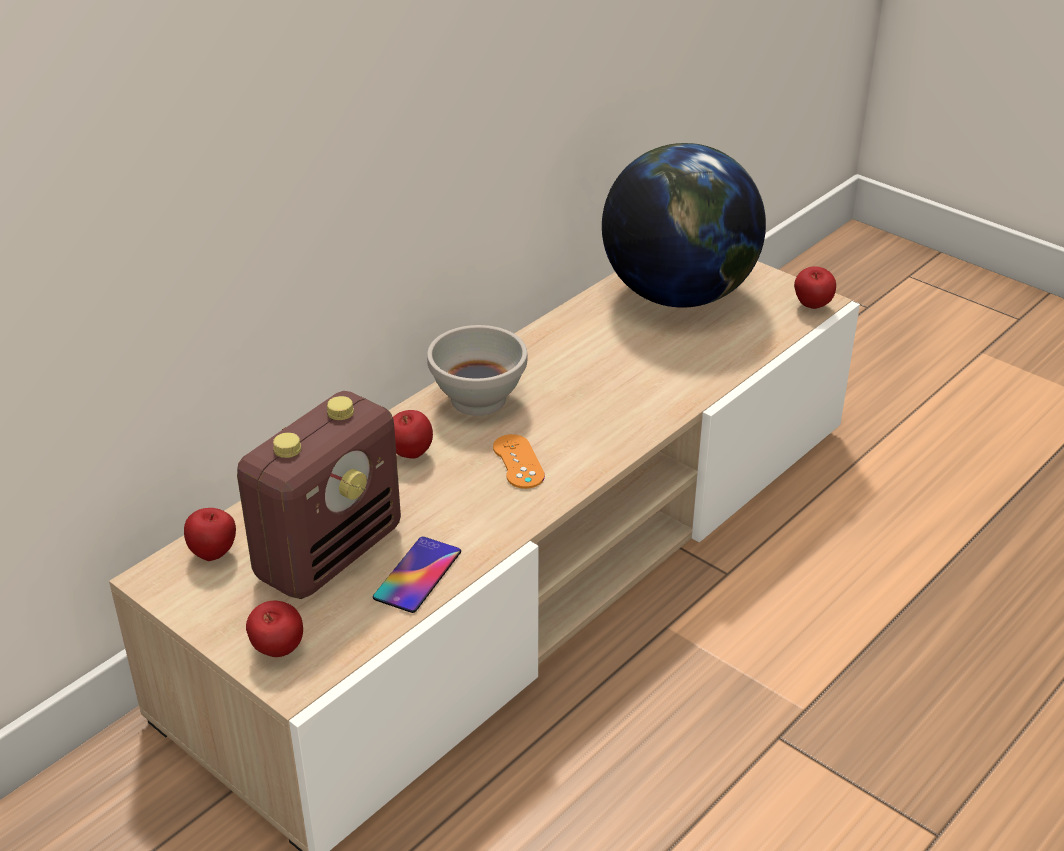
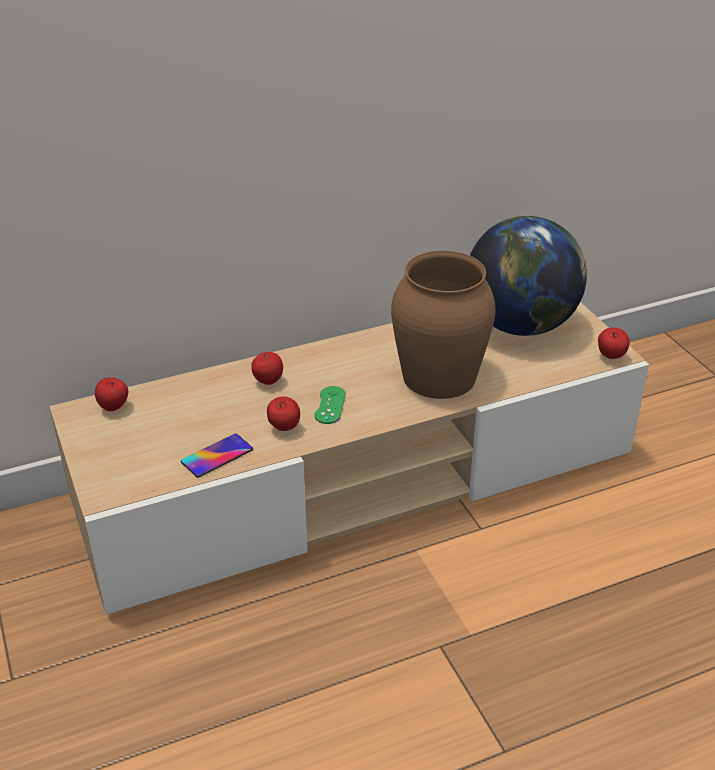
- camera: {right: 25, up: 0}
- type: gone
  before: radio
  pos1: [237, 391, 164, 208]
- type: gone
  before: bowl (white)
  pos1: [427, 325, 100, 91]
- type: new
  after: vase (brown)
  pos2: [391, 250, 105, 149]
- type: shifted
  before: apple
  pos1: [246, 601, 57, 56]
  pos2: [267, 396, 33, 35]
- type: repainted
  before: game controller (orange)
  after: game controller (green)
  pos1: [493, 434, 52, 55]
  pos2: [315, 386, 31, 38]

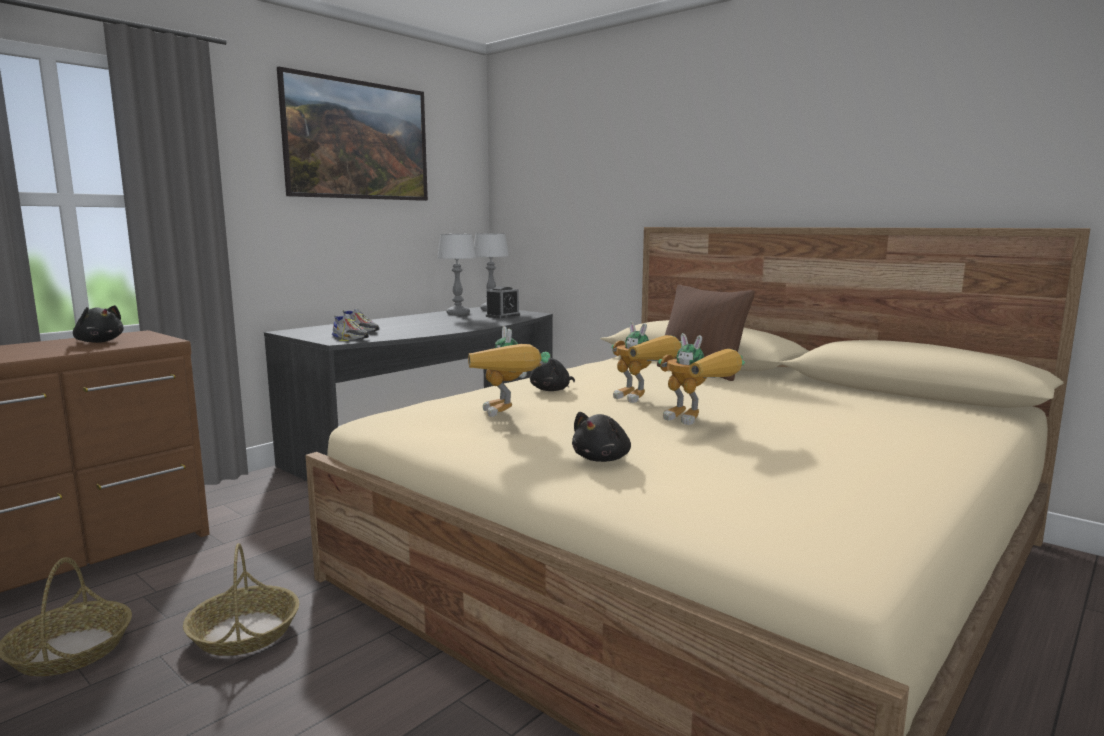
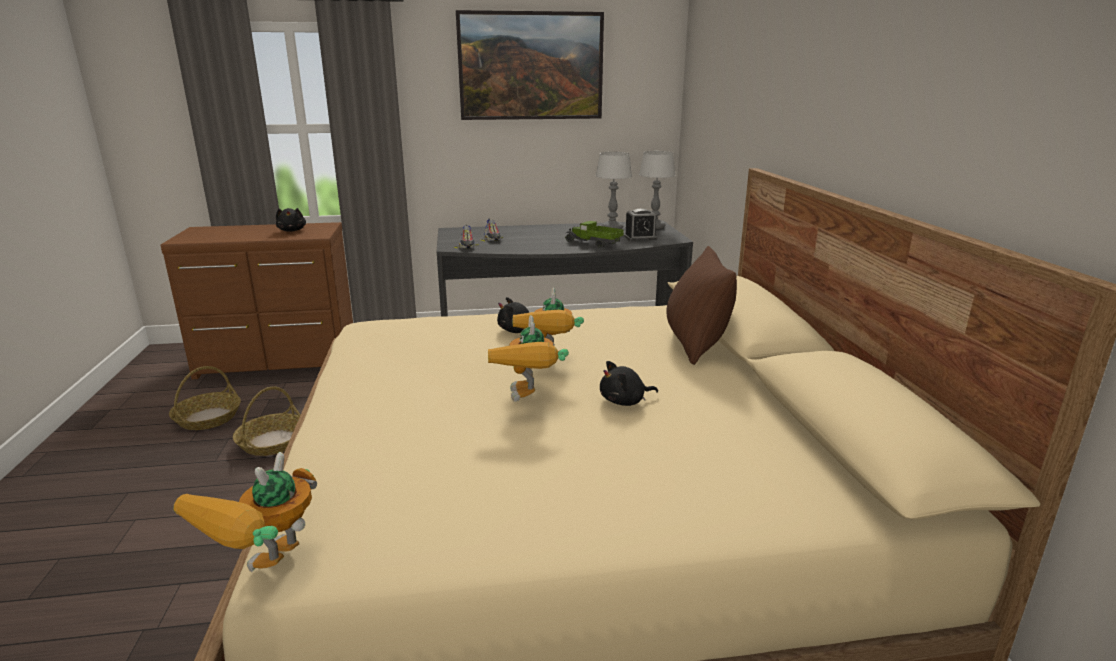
- camera: {right: 40, up: 10}
- type: new
  after: toy truck
  pos2: [566, 221, 58, 28]
- type: shifted
  before: toy robot
  pos1: [468, 326, 82, 91]
  pos2: [174, 452, 143, 120]
- type: shifted
  before: plush toy (black)
  pos1: [572, 412, 59, 50]
  pos2: [600, 361, 58, 45]

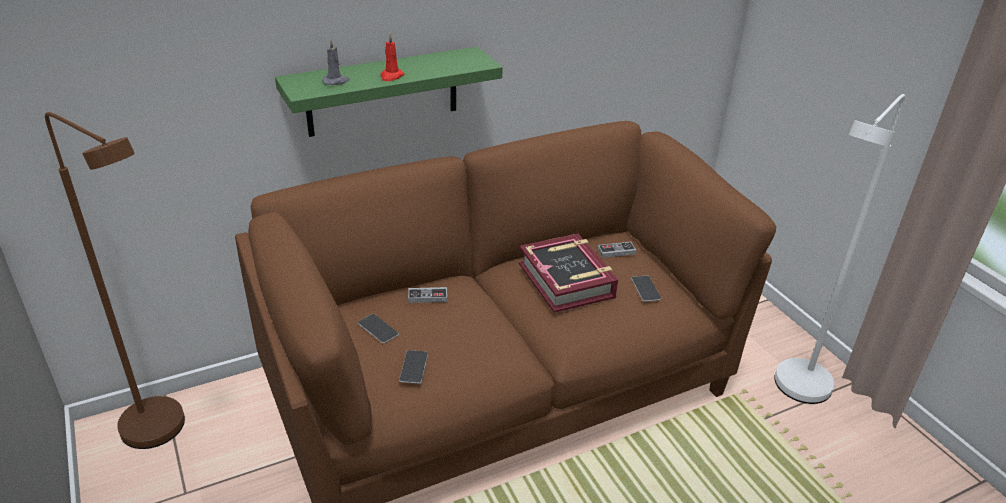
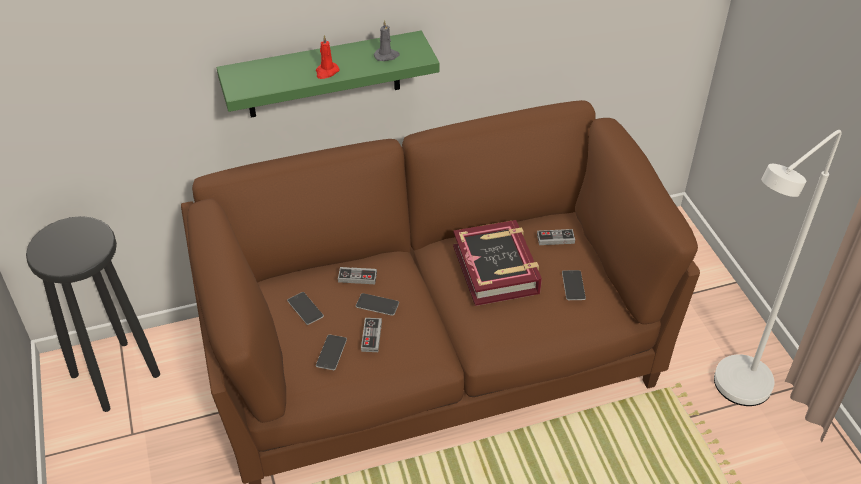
- camera: {right: 10, up: 10}
- type: new
  after: phone
  pos2: [356, 293, 43, 23]
- type: new
  after: game controller
  pos2: [361, 318, 21, 34]
- type: shifted
  before: candle (grey)
  pos1: [322, 39, 28, 46]
  pos2: [374, 20, 26, 41]
- type: swapped
  before: floor lamp (brown)
  after: stool (black)
  pos1: [45, 112, 140, 337]
  pos2: [26, 216, 134, 196]

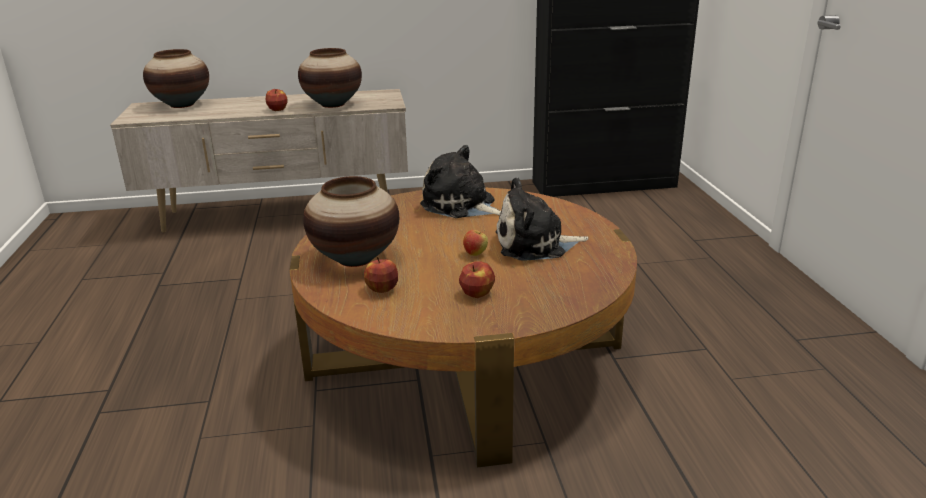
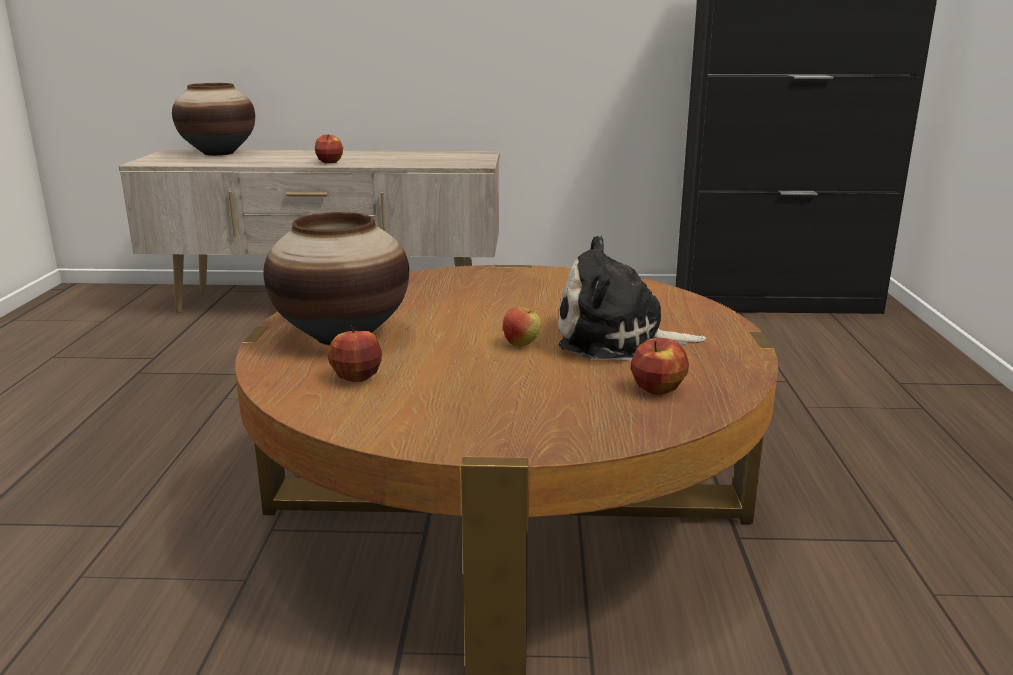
- camera: {right: 10, up: -5}
- type: gone
  before: vase
  pos1: [298, 48, 64, 60]
- type: gone
  before: plush toy
  pos1: [420, 145, 81, 73]
- type: shifted
  before: apple
  pos1: [459, 261, 36, 37]
  pos2: [631, 338, 58, 57]

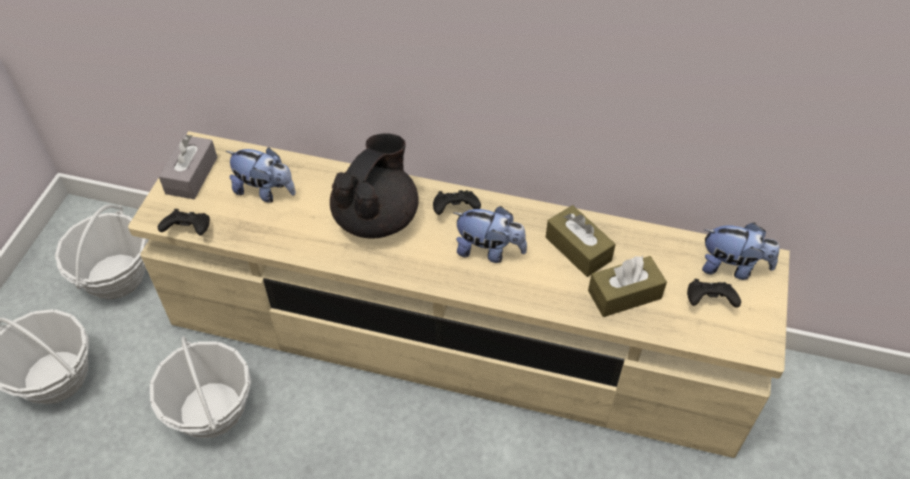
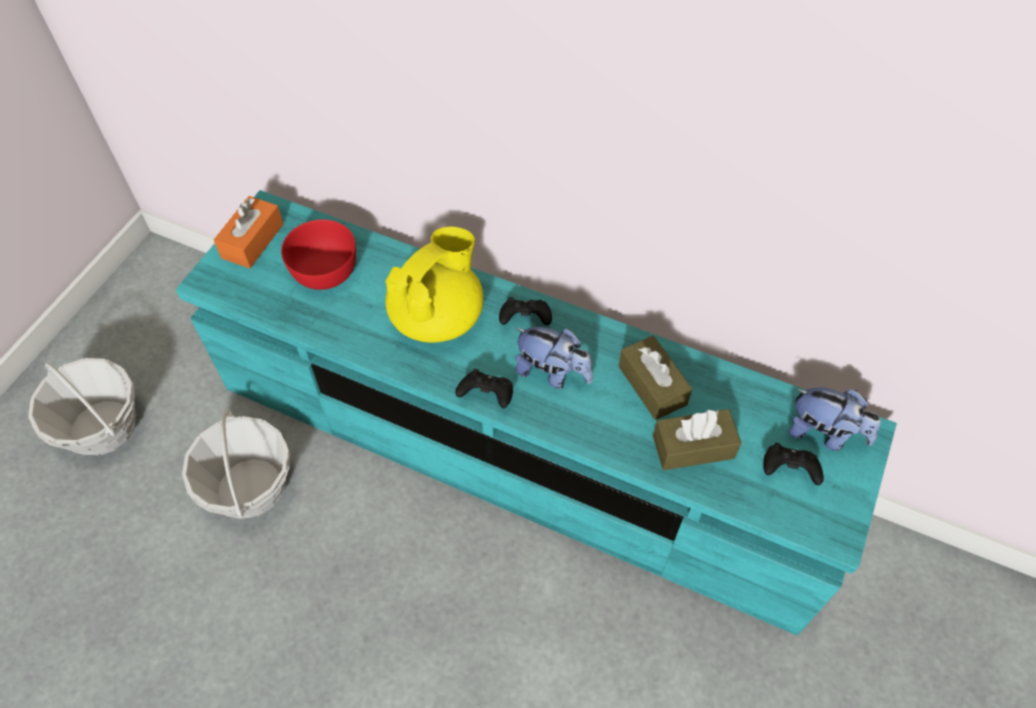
- camera: {right: 10, up: 5}
- type: gone
  before: basket
  pos1: [55, 204, 92, 96]
- type: shifted
  before: game controller (black)
  pos1: [158, 209, 52, 26]
  pos2: [455, 369, 58, 39]
- type: swapped
  before: plush toy
  after: bowl (red)
  pos1: [226, 148, 70, 55]
  pos2: [281, 220, 75, 70]
- type: repainted
  before: tv stand (beige)
  after: tv stand (turquoise)
  pos1: [128, 131, 662, 327]
  pos2: [176, 190, 721, 445]
- type: repainted
  before: tissue box (grey)
  after: tissue box (orange)
  pos1: [159, 135, 58, 64]
  pos2: [214, 196, 69, 73]
- type: repainted
  before: teapot (black)
  after: teapot (yellow)
  pos1: [330, 133, 88, 106]
  pos2: [386, 227, 97, 116]

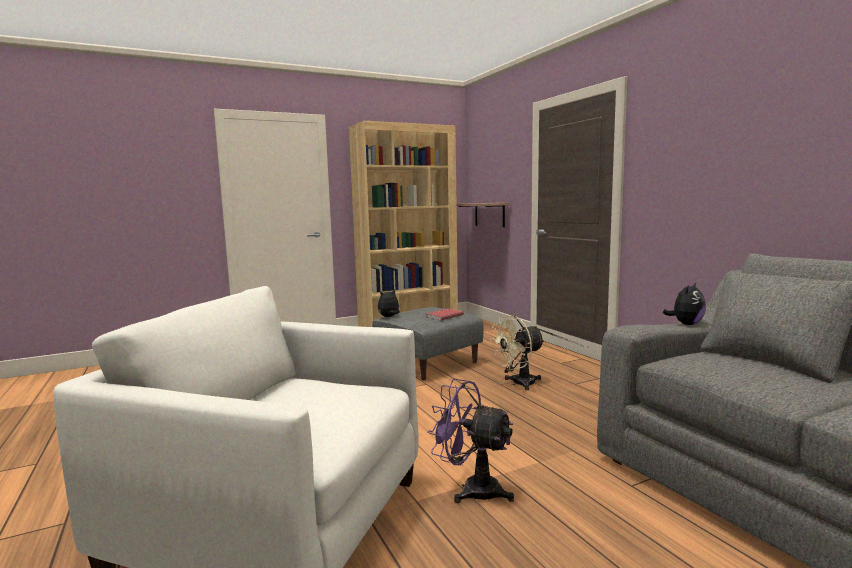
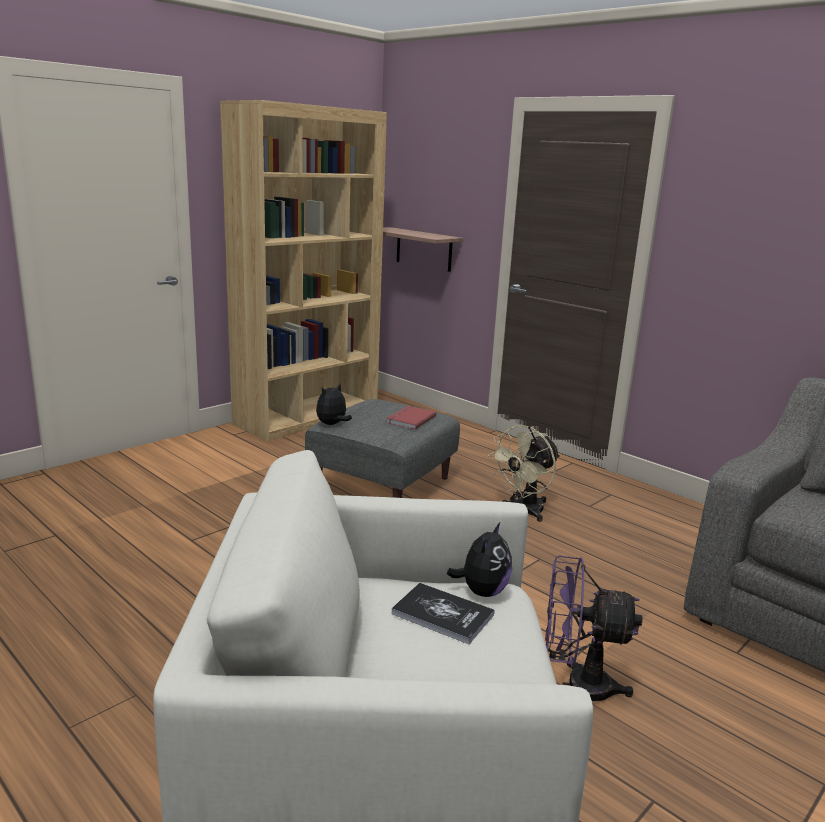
- camera: {right: -20, up: 10}
- type: new
  after: book
  pos2: [391, 583, 103, 61]
- type: shifted
  before: plush toy
  pos1: [663, 283, 43, 42]
  pos2: [447, 522, 65, 75]

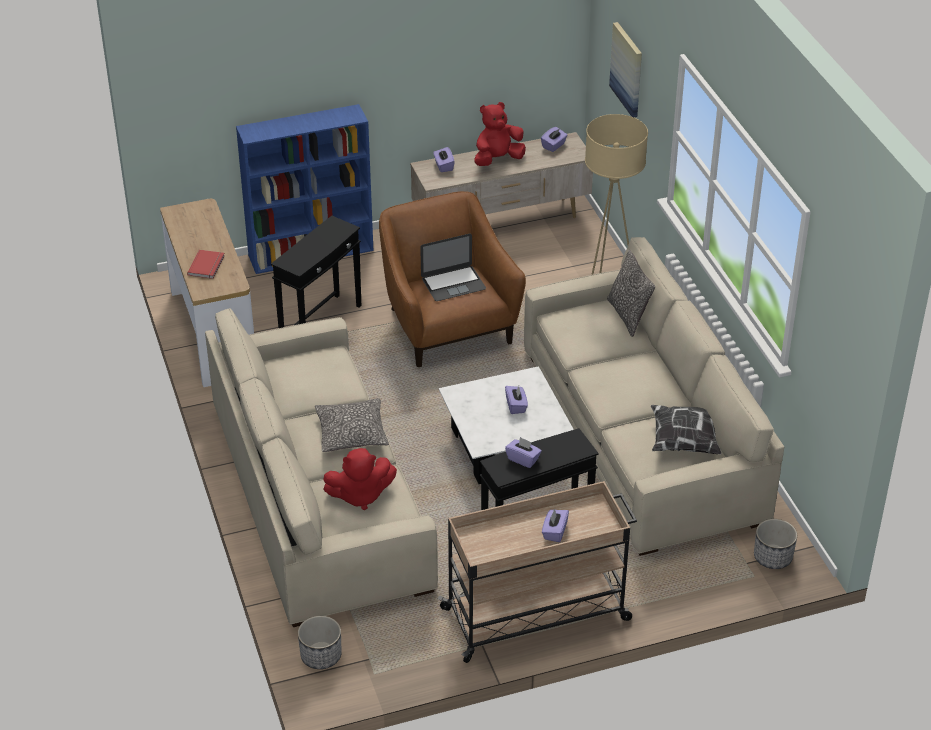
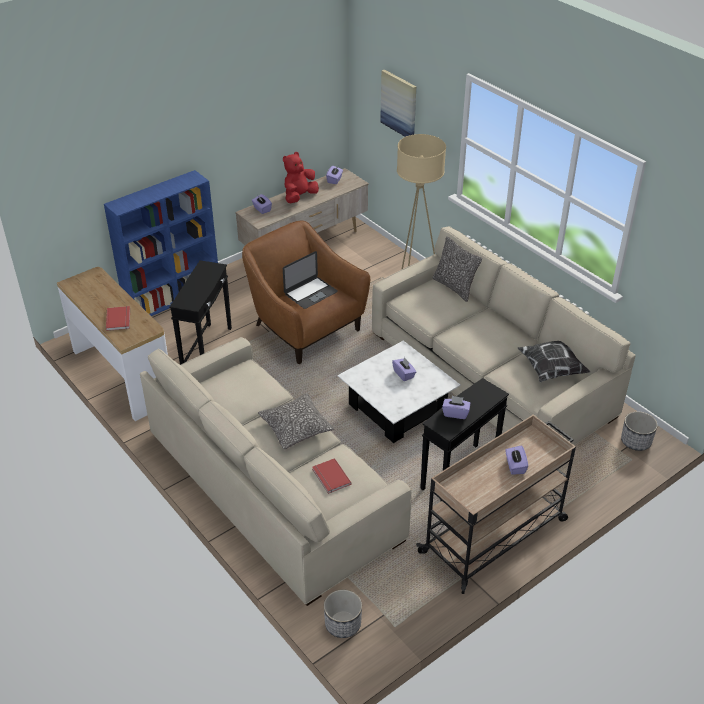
- camera: {right: -20, up: 0}
- type: swapped
  before: plush toy (red)
  after: book (red)
  pos1: [323, 448, 74, 62]
  pos2: [312, 458, 40, 36]

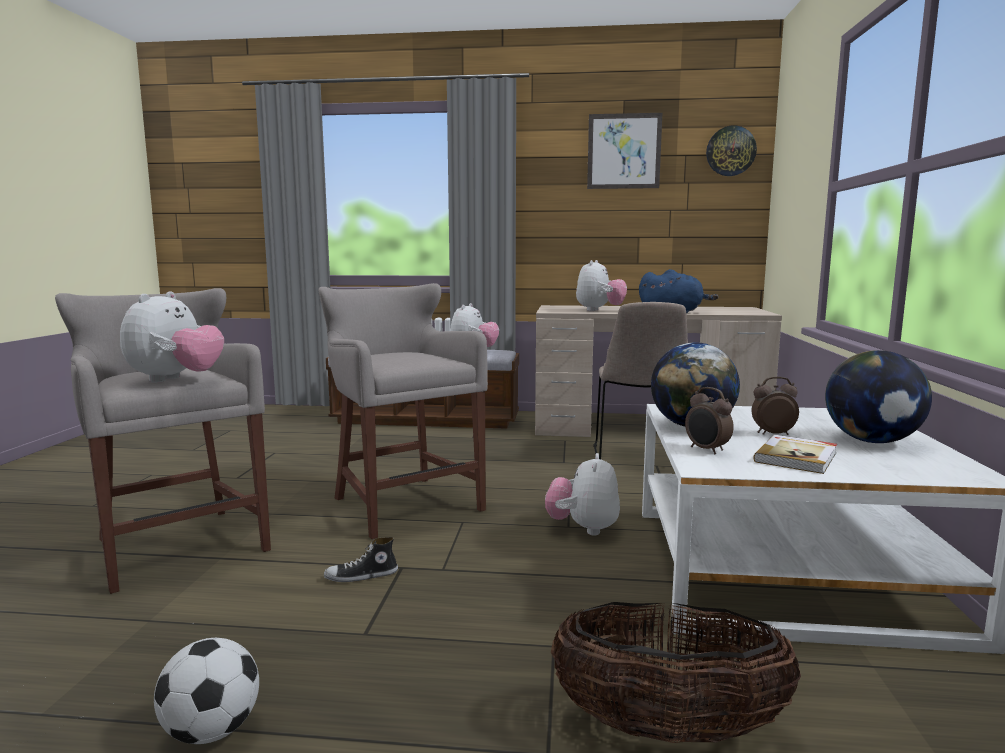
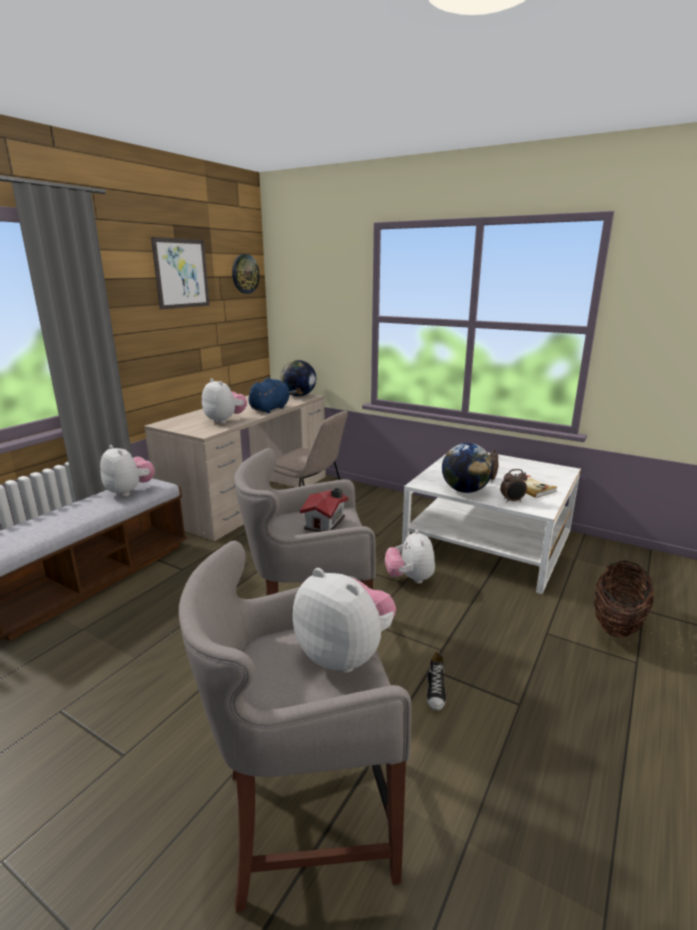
- camera: {right: -65, up: 10}
- type: gone
  before: football
  pos1: [154, 638, 105, 106]
- type: new
  after: toy house
  pos2: [300, 487, 48, 45]
- type: shifted
  before: globe
  pos1: [825, 350, 107, 93]
  pos2: [280, 360, 36, 36]
- type: rotated
  before: plush toy
  pos1: [545, 453, 75, 83]
  pos2: [385, 529, 50, 55]
  turn: 45

